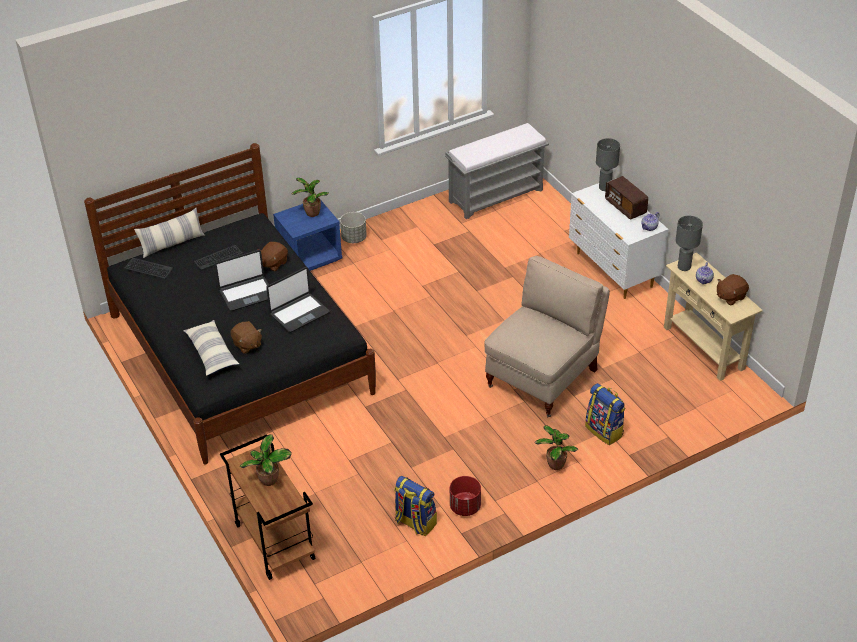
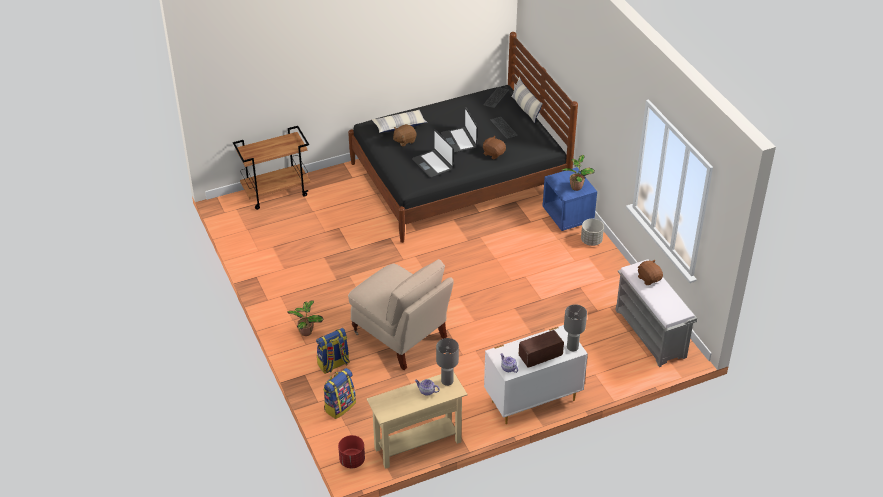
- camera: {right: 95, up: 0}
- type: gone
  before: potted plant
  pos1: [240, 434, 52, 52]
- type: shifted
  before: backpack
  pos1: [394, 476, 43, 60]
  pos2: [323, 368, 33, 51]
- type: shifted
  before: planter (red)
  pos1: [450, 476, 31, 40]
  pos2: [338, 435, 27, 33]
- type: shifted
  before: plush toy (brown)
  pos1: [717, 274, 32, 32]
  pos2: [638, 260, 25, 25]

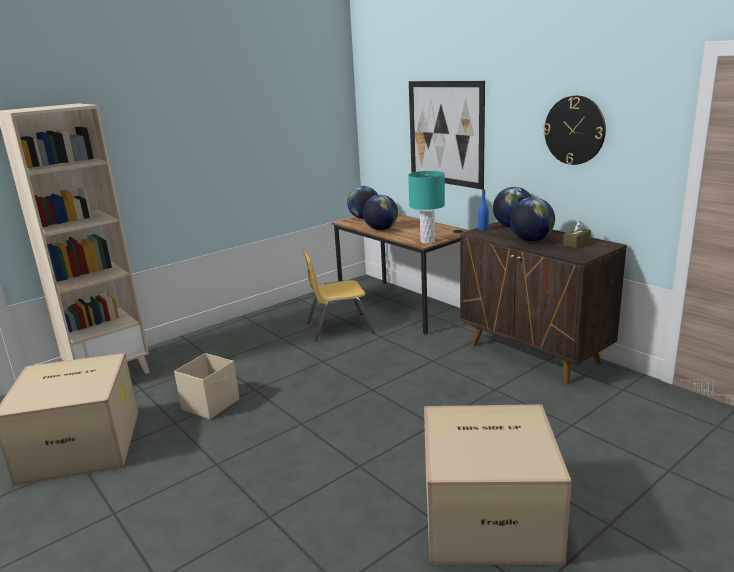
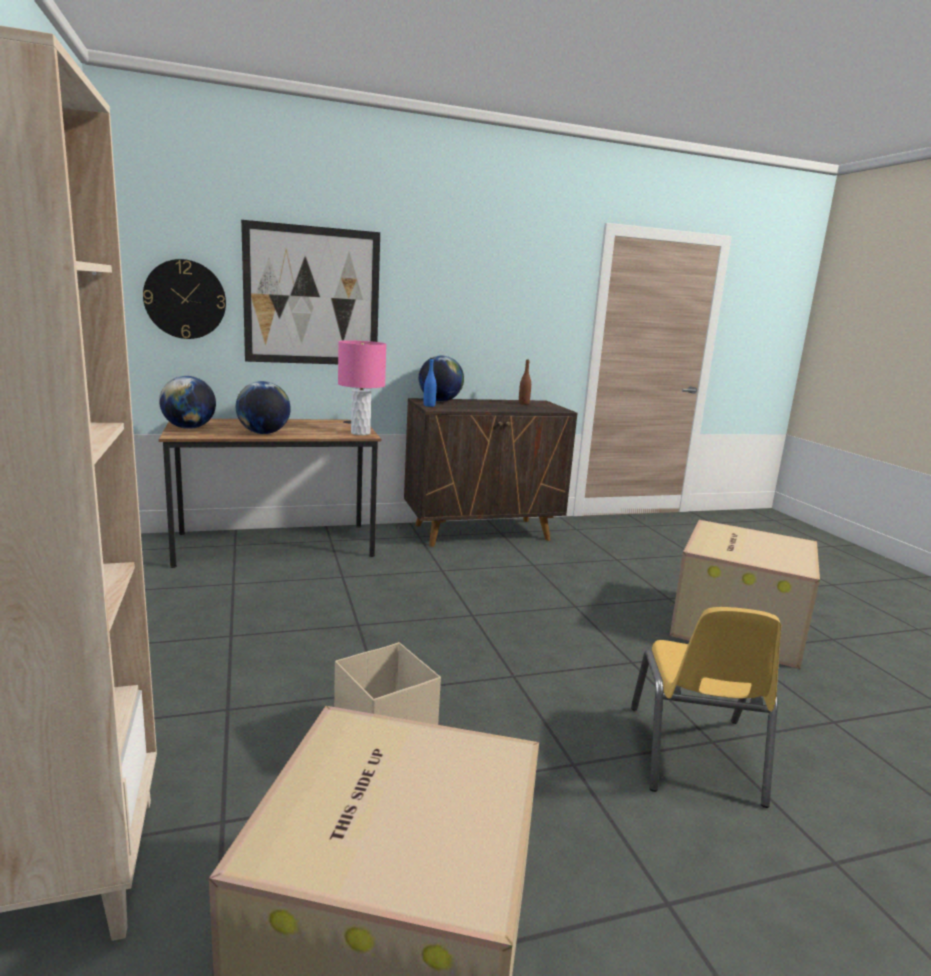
- camera: {right: -70, up: -5}
- type: gone
  before: globe
  pos1: [510, 197, 45, 45]
- type: shifted
  before: chair (yellow)
  pos1: [303, 251, 72, 90]
  pos2: [631, 607, 150, 201]
- type: shifted
  before: wall clock
  pos1: [543, 96, 63, 69]
  pos2: [143, 259, 83, 80]
- type: swapped
  before: tissue box (brown)
  after: bottle (brown)
  pos1: [563, 221, 28, 27]
  pos2: [519, 359, 12, 46]
- type: repainted
  before: table lamp (turquoise)
  after: table lamp (pink)
  pos1: [408, 171, 37, 73]
  pos2: [338, 340, 49, 95]

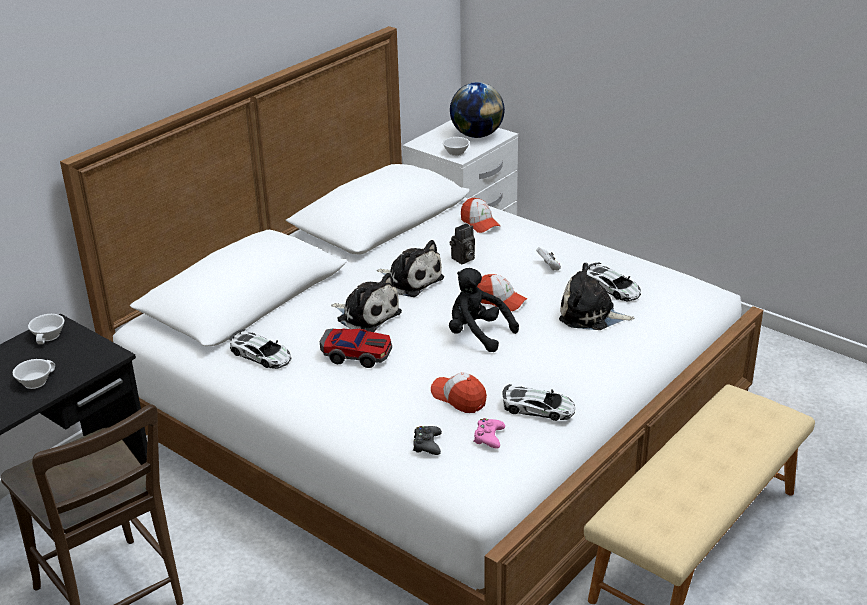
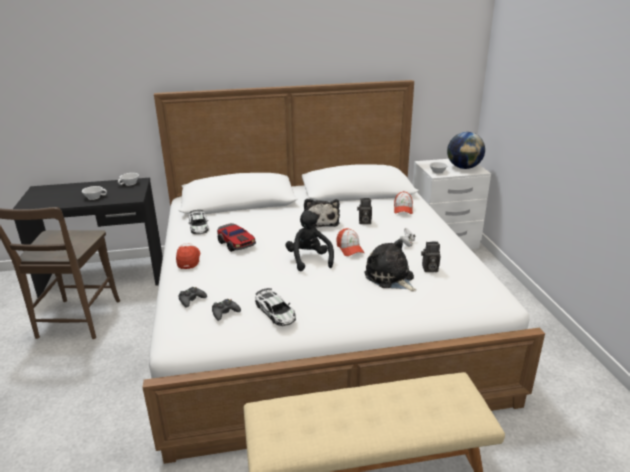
- camera: {right: 40, up: -5}
- type: gone
  before: plush toy
  pos1: [331, 273, 71, 59]
- type: shifted
  before: cap
  pos1: [431, 372, 56, 41]
  pos2: [176, 243, 24, 26]
- type: swapped
  before: toy car
  after: photo camera
  pos1: [587, 263, 54, 38]
  pos2: [421, 242, 19, 30]
- type: repainted
  before: game controller (pink)
  after: game controller (black)
  pos1: [473, 418, 32, 31]
  pos2: [212, 299, 29, 22]

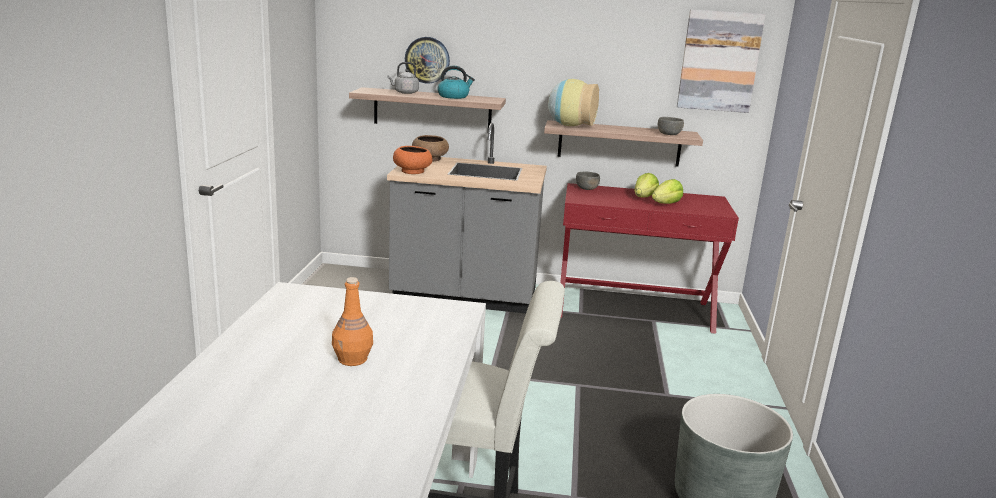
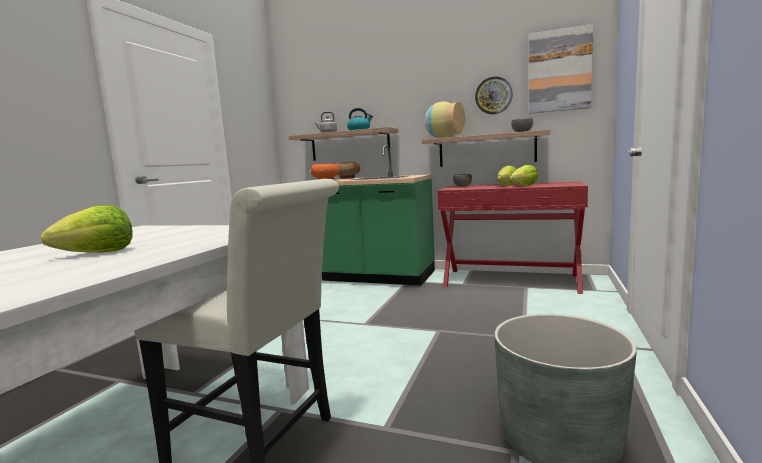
- camera: {right: 15, up: -10}
- type: shifted
  before: wall clock
  pos1: [405, 37, 45, 47]
  pos2: [475, 76, 38, 38]
- type: swapped
  before: bottle (orange)
  after: lettuce
  pos1: [332, 277, 41, 89]
  pos2: [41, 205, 92, 48]
- type: repainted
  before: counter (grey)
  after: counter (green)
  pos1: [387, 123, 160, 190]
  pos2: [322, 145, 113, 141]

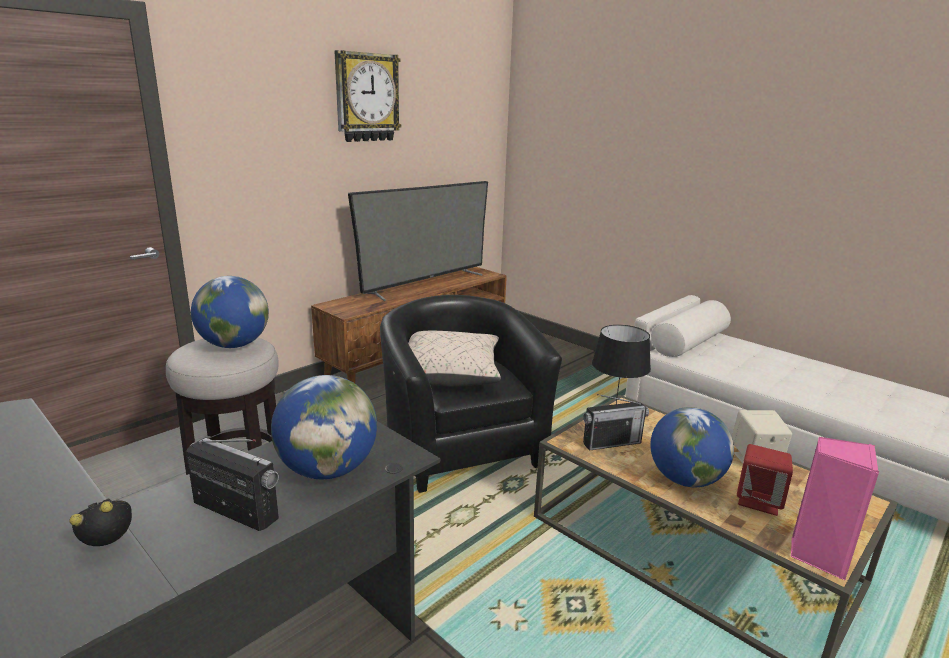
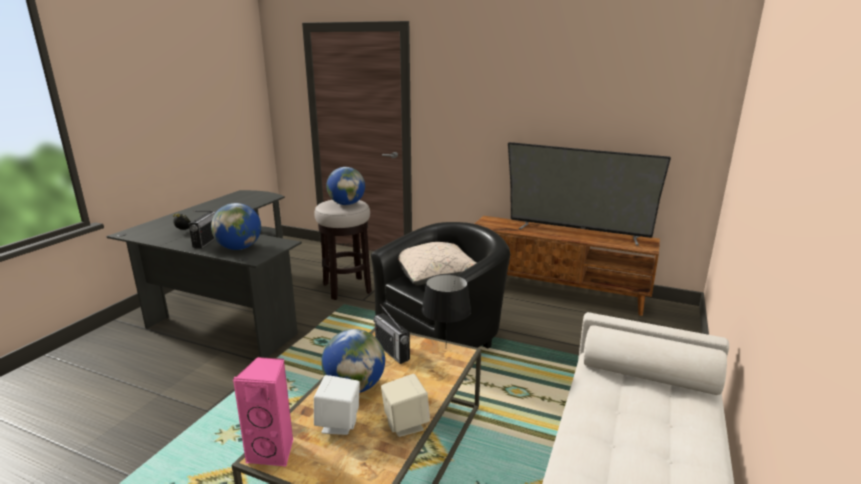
- camera: {right: 70, up: 0}
- type: gone
  before: wall clock
  pos1: [335, 50, 66, 92]
- type: repainted
  before: speaker (red)
  after: speaker (white)
  pos1: [737, 444, 56, 72]
  pos2: [314, 375, 46, 60]

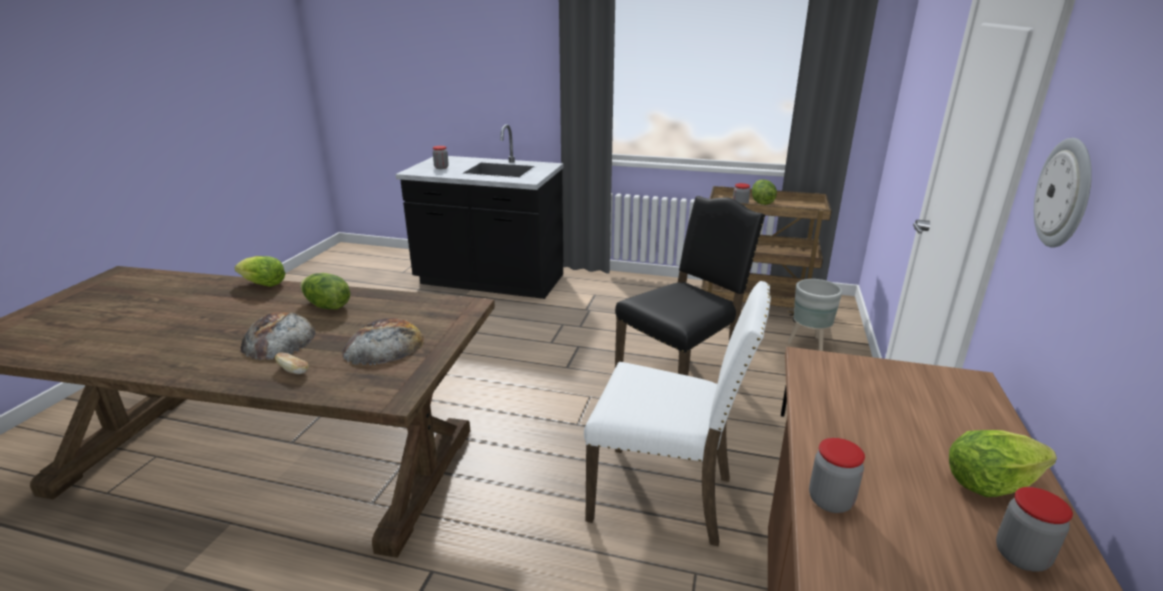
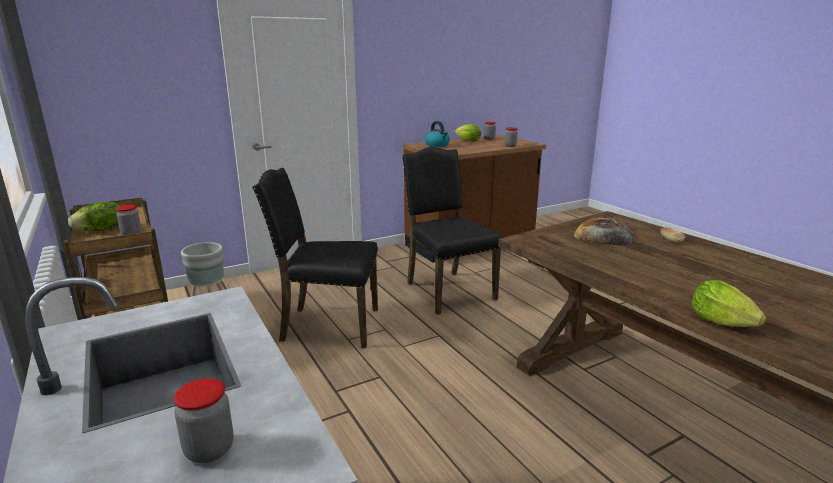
- camera: {right: -135, up: -5}
- type: gone
  before: bread
  pos1: [240, 312, 75, 48]
- type: gone
  before: lettuce
  pos1: [300, 273, 50, 37]
- type: gone
  before: wall clock
  pos1: [1034, 138, 58, 110]
- type: new
  after: kettle
  pos2: [425, 121, 25, 26]
- type: repainted
  before: chair (white)
  after: chair (black)
  pos1: [584, 281, 187, 266]
  pos2: [402, 147, 100, 168]

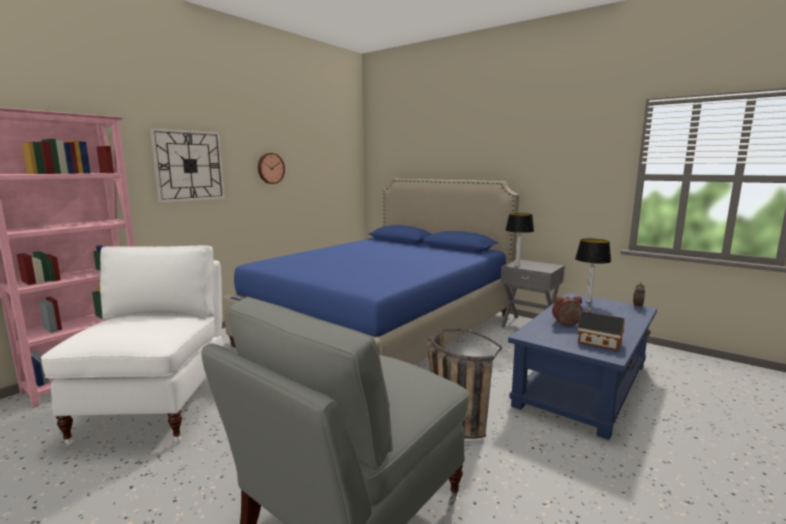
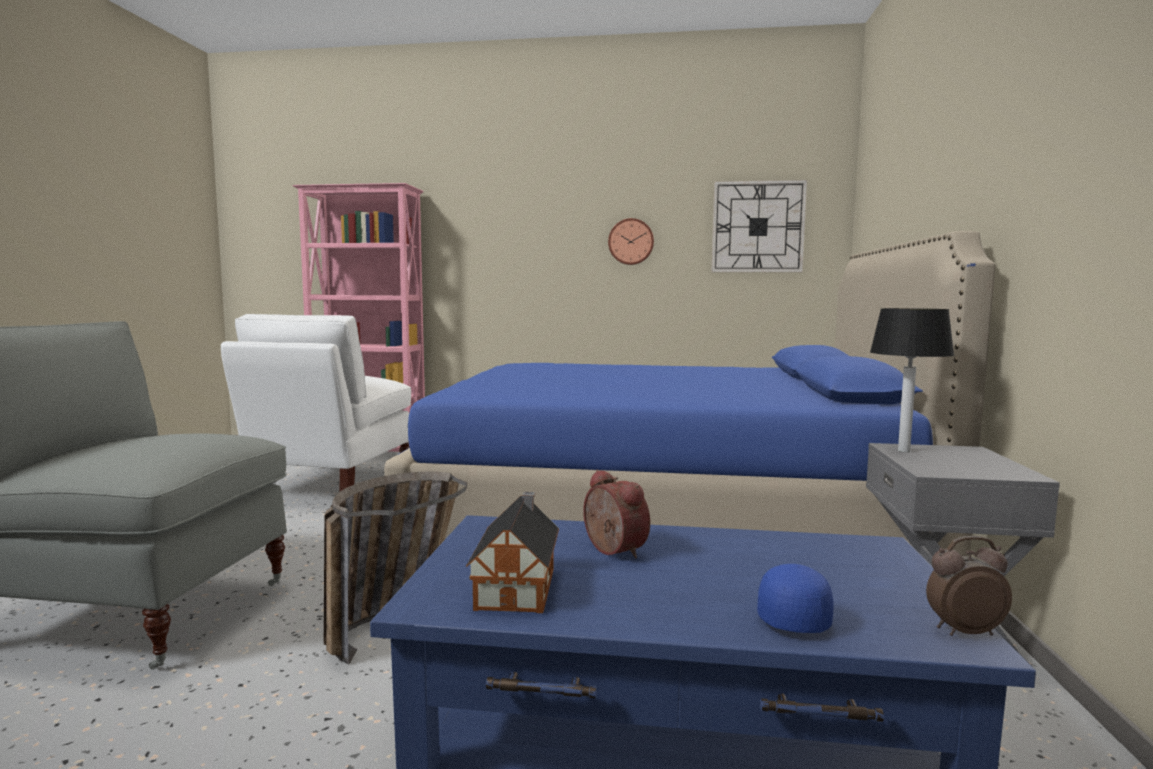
- camera: {right: 60, up: -5}
- type: gone
  before: table lamp
  pos1: [575, 238, 36, 64]
- type: new
  after: cap (blue)
  pos2: [757, 564, 77, 69]
- type: shifted
  before: wall clock
  pos1: [150, 128, 75, 75]
  pos2: [711, 180, 96, 92]
- type: rotated
  before: chair (white)
  pos1: [41, 246, 182, 199]
  pos2: [221, 314, 190, 178]
  turn: 135

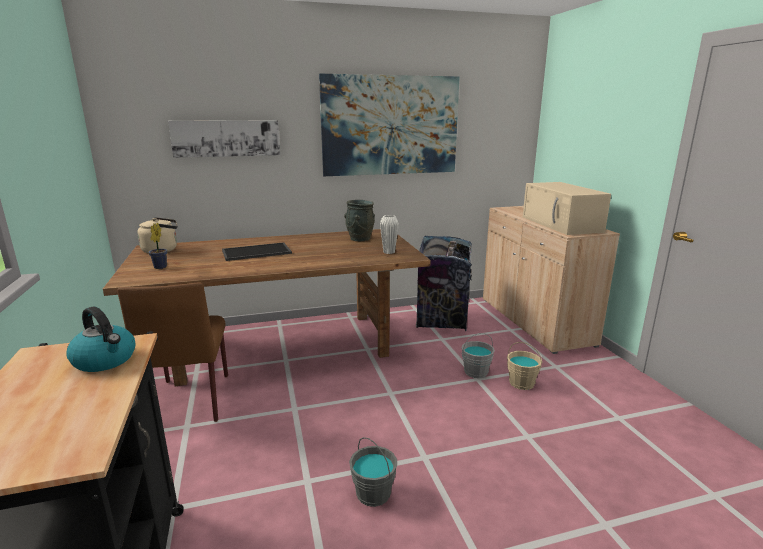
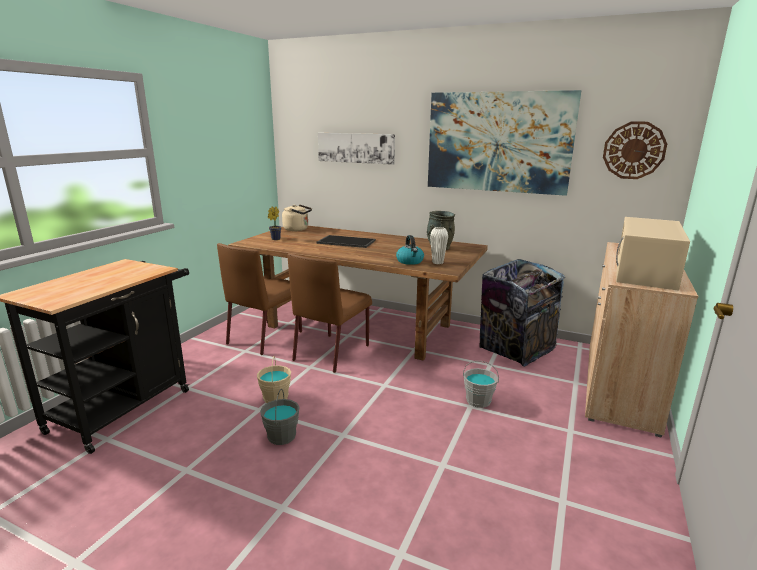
- camera: {right: 40, up: 0}
- type: new
  after: chair (brown)
  pos2: [287, 253, 85, 120]
- type: new
  after: wall clock
  pos2: [603, 122, 64, 57]
- type: shifted
  before: kettle
  pos1: [66, 307, 69, 65]
  pos2: [396, 235, 28, 30]
- type: shifted
  before: bucket (beige)
  pos1: [507, 342, 35, 48]
  pos2: [257, 356, 34, 47]

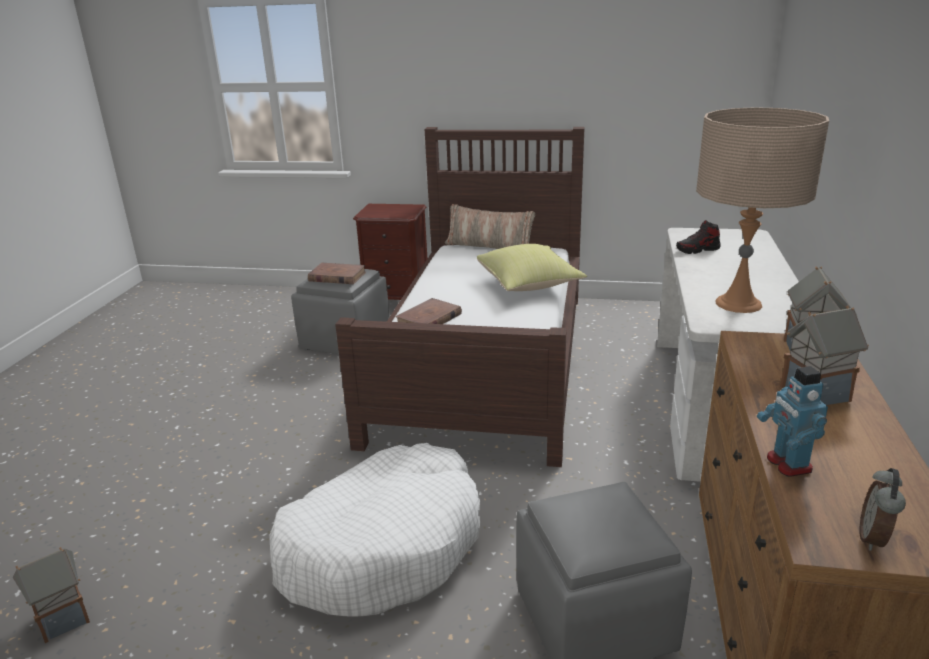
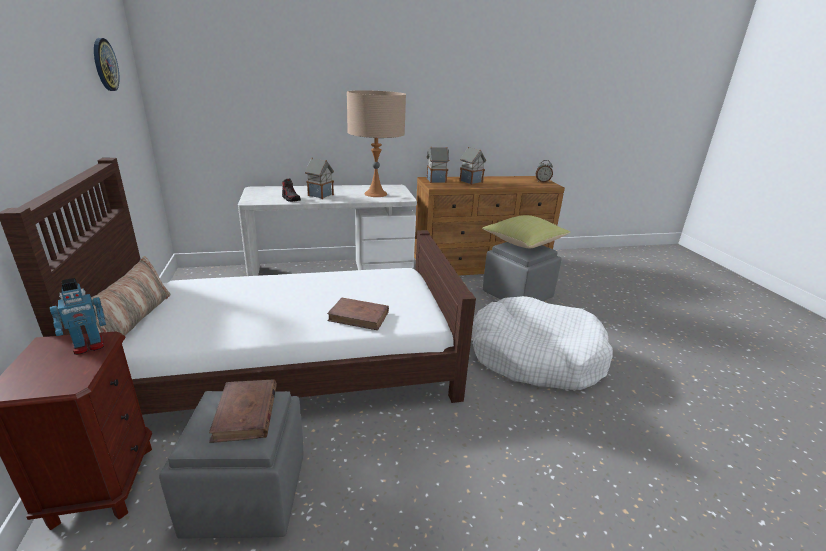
- camera: {right: -115, up: 0}
- type: new
  after: wall clock
  pos2: [94, 38, 26, 53]
- type: shifted
  before: toy house
  pos1: [13, 547, 77, 96]
  pos2: [305, 158, 29, 41]
- type: shifted
  before: pillow (yellow)
  pos1: [477, 244, 110, 47]
  pos2: [482, 215, 89, 33]
- type: shifted
  before: toy robot
  pos1: [757, 366, 71, 111]
  pos2: [50, 278, 56, 77]

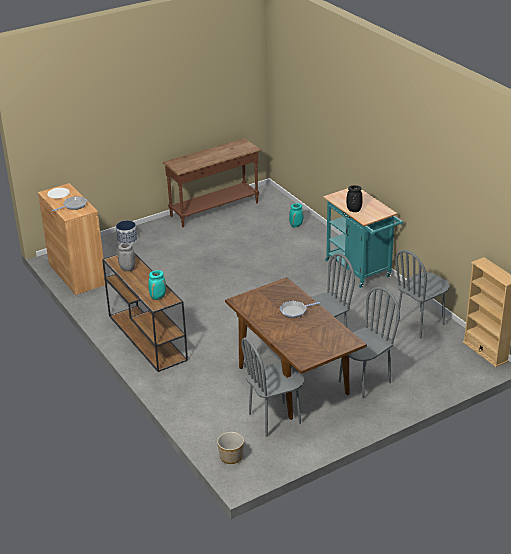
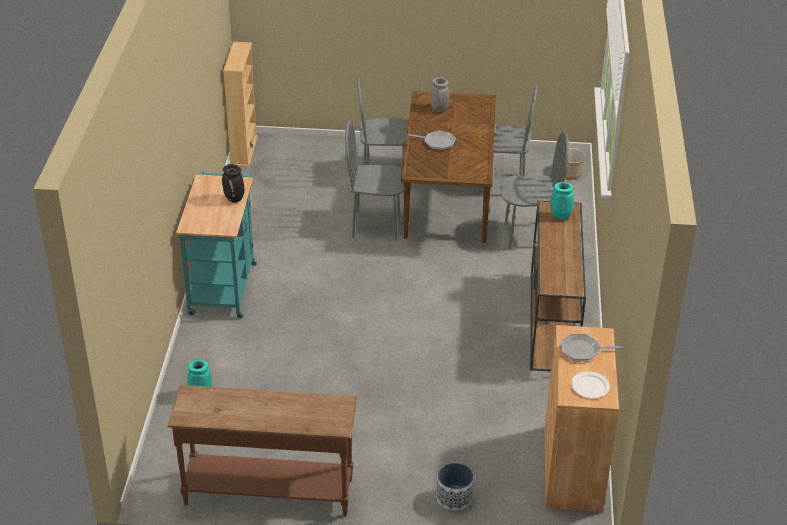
- camera: {right: -145, up: 5}
- type: shifted
  before: vase (grey)
  pos1: [118, 243, 17, 28]
  pos2: [430, 77, 20, 35]
- type: shifted
  before: chair (grey)
  pos1: [395, 250, 55, 89]
  pos2: [500, 132, 69, 118]

